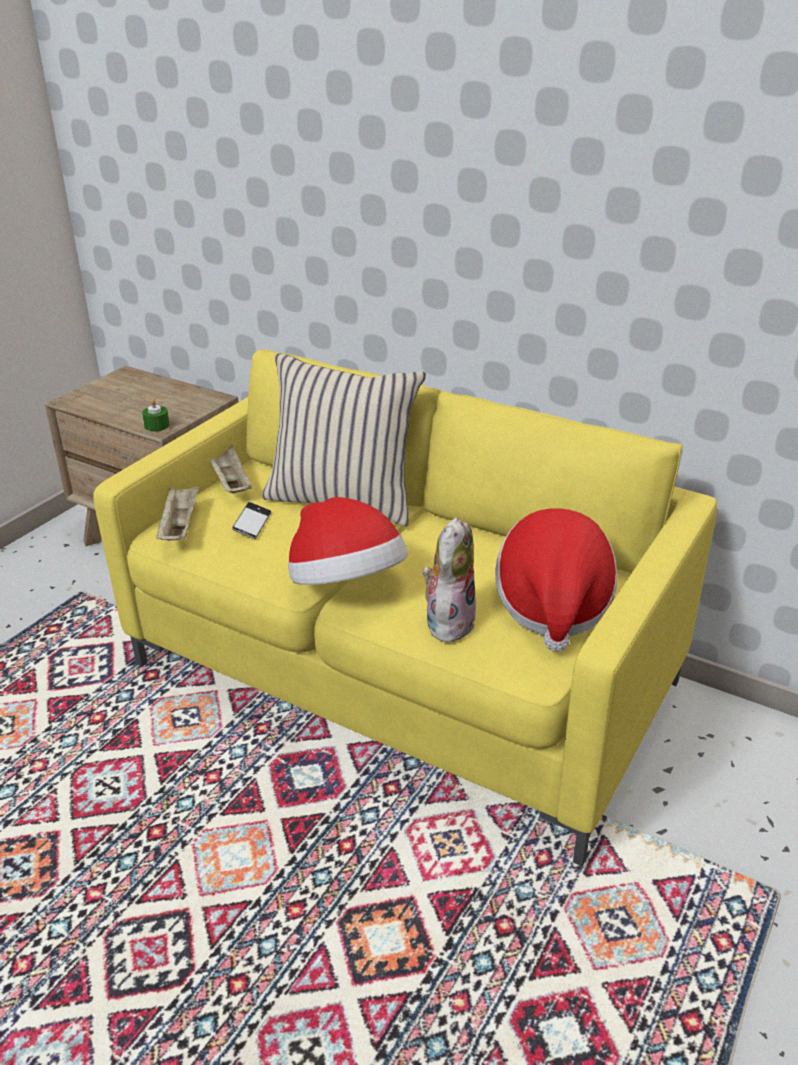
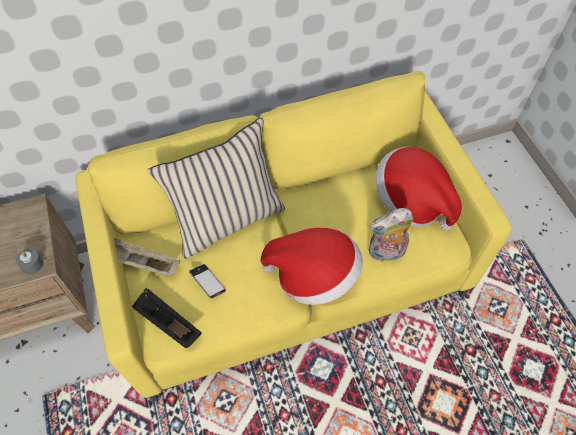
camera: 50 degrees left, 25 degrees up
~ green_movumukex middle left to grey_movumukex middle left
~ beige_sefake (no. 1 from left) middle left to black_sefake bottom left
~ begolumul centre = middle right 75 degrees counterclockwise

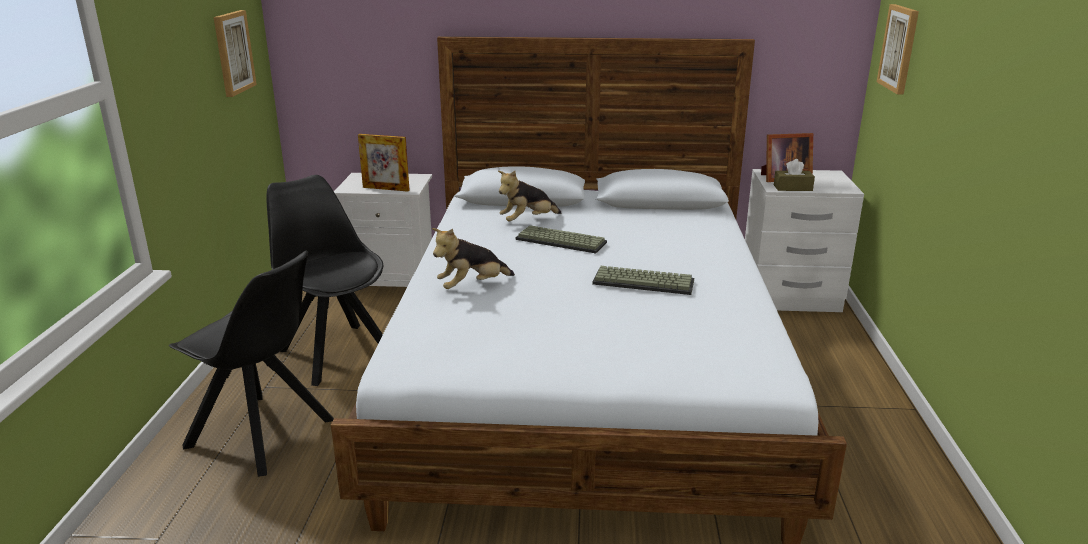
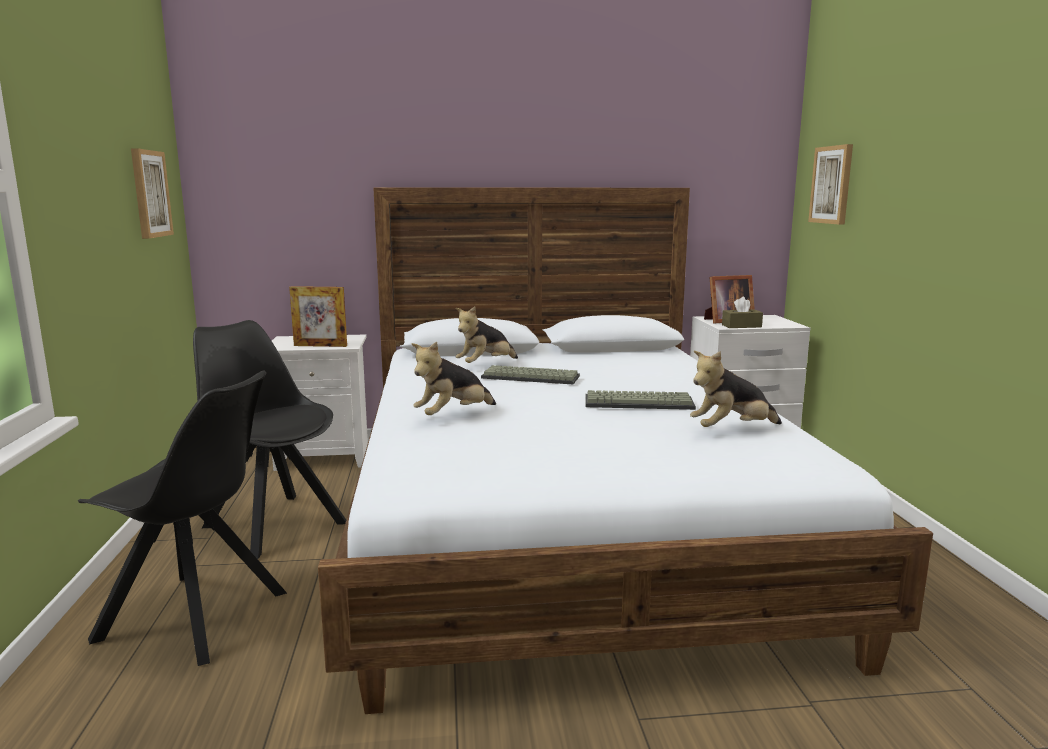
camera: 10 degrees left, 10 degrees down
+ begolumul (no. 3 from left) middle right

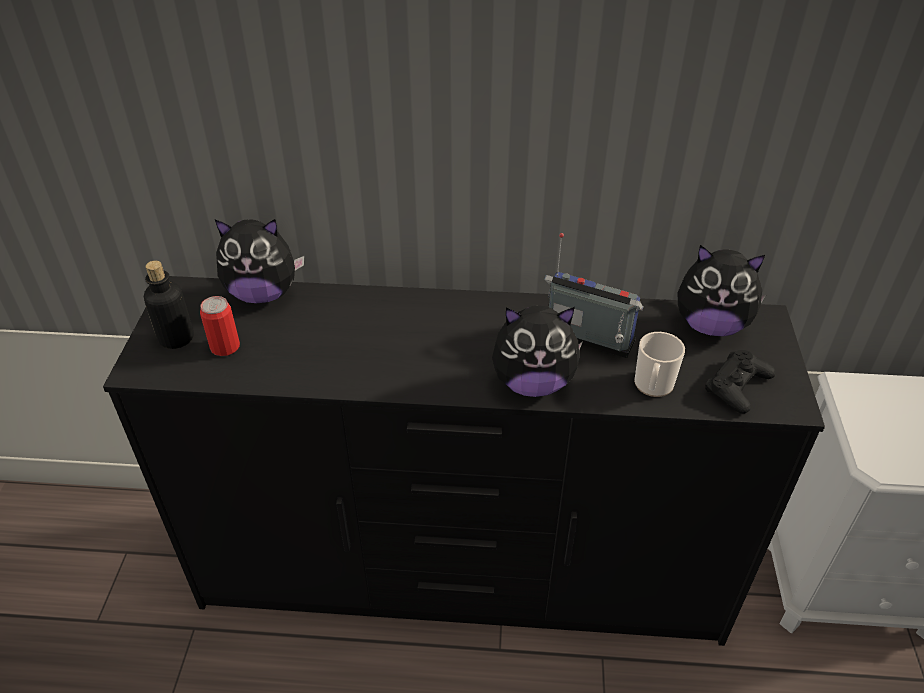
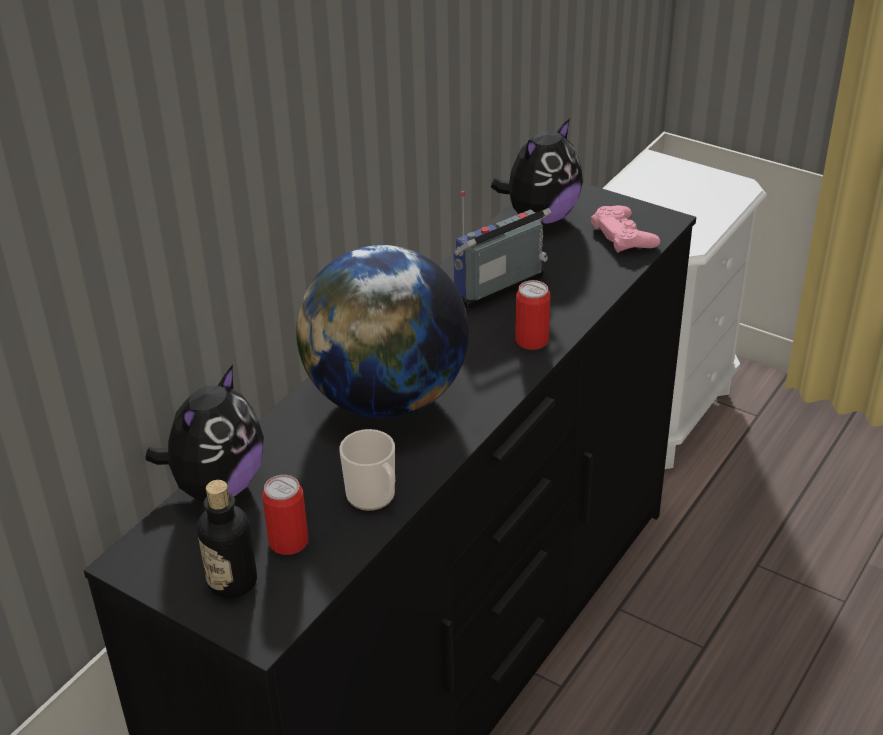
camera: 60 degrees left, 5 degrees down
+ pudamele centre
~ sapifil middle right to centre
~ begolumul (no. 2 from left) centre to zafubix (no. 2 from left) centre
~ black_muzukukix middle right to pink_muzukukix top right

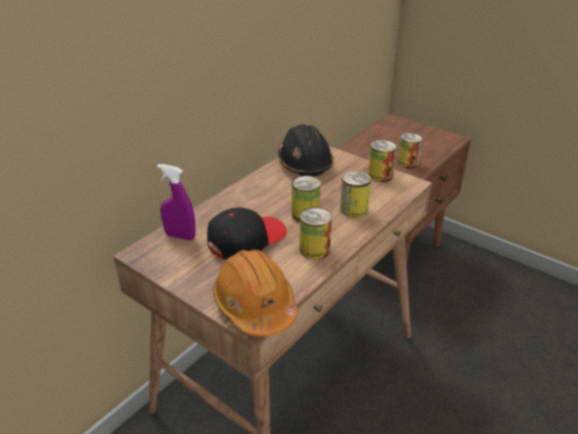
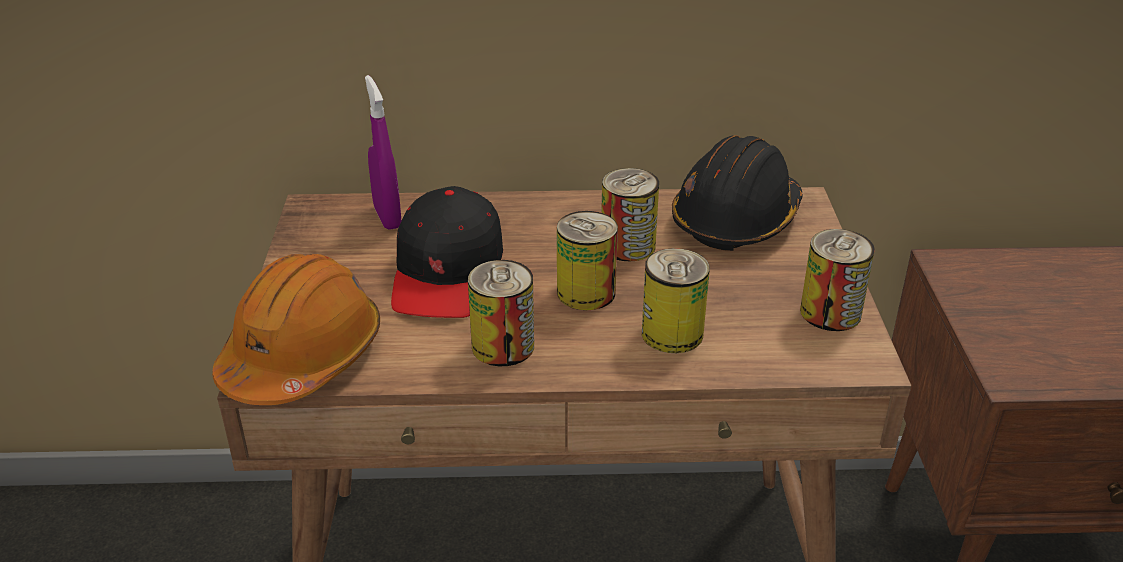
camera: 50 degrees right, 0 degrees up
~ zafubix (no. 5 from left in the first image) middle right to zafubix (no. 3 from left) centre
~ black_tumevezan centre = centre 90 degrees clockwise

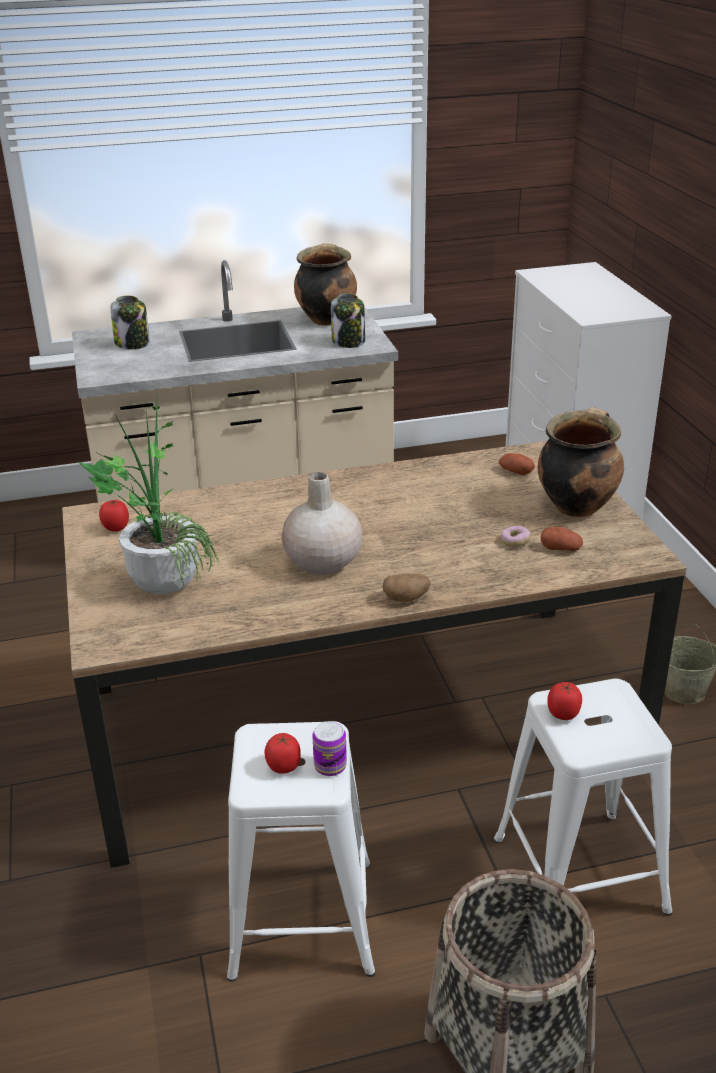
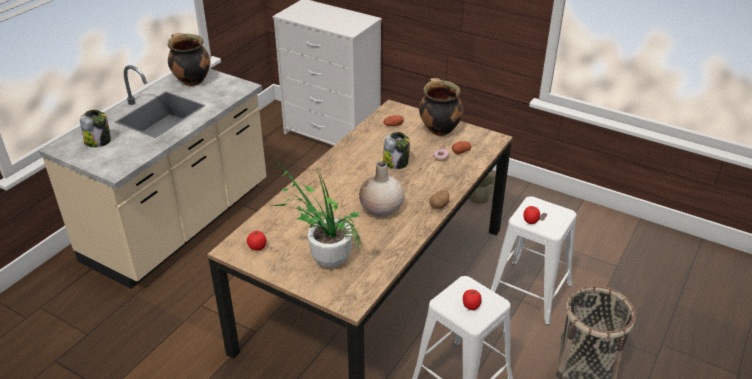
camera: 45 degrees left, 5 degrees up
- zafubix bottom centre
~ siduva (no. 2 from left) top centre to centre

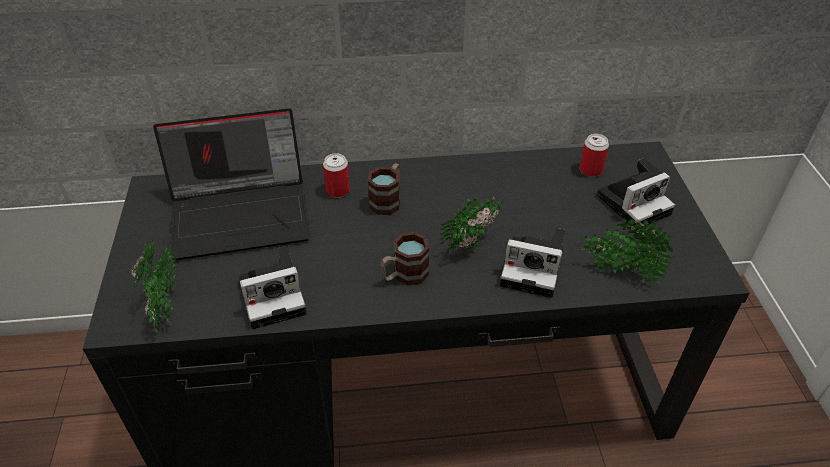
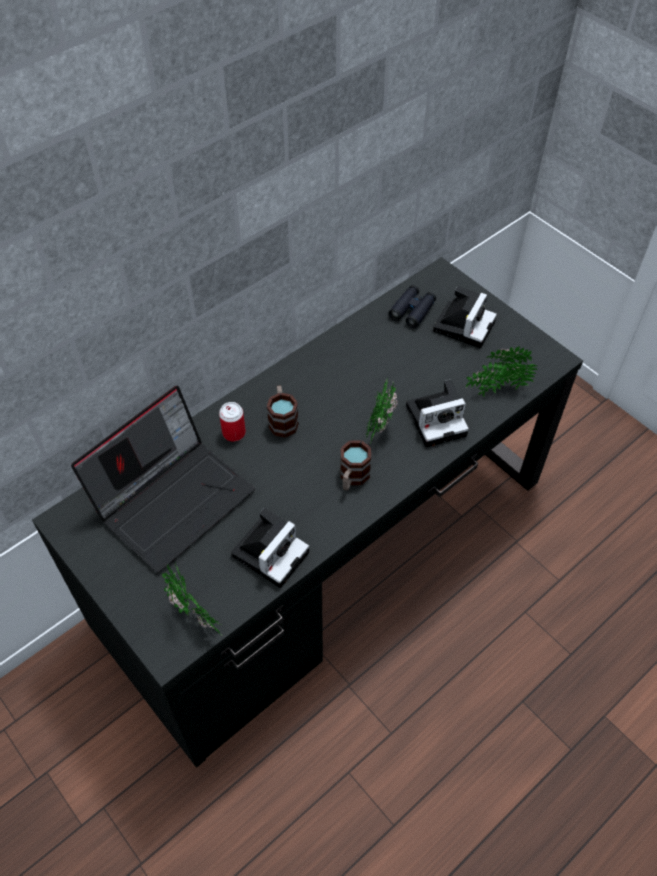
camera: 35 degrees left, 10 degrees up
~ zafubix (no. 2 from left) top right to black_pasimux centre

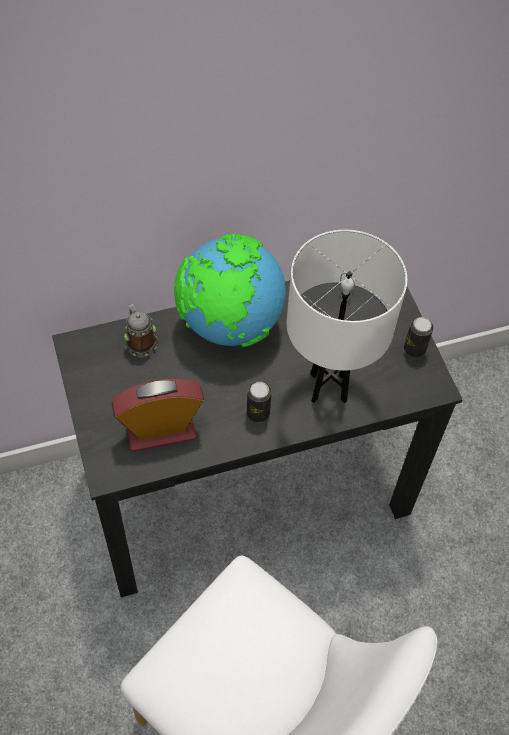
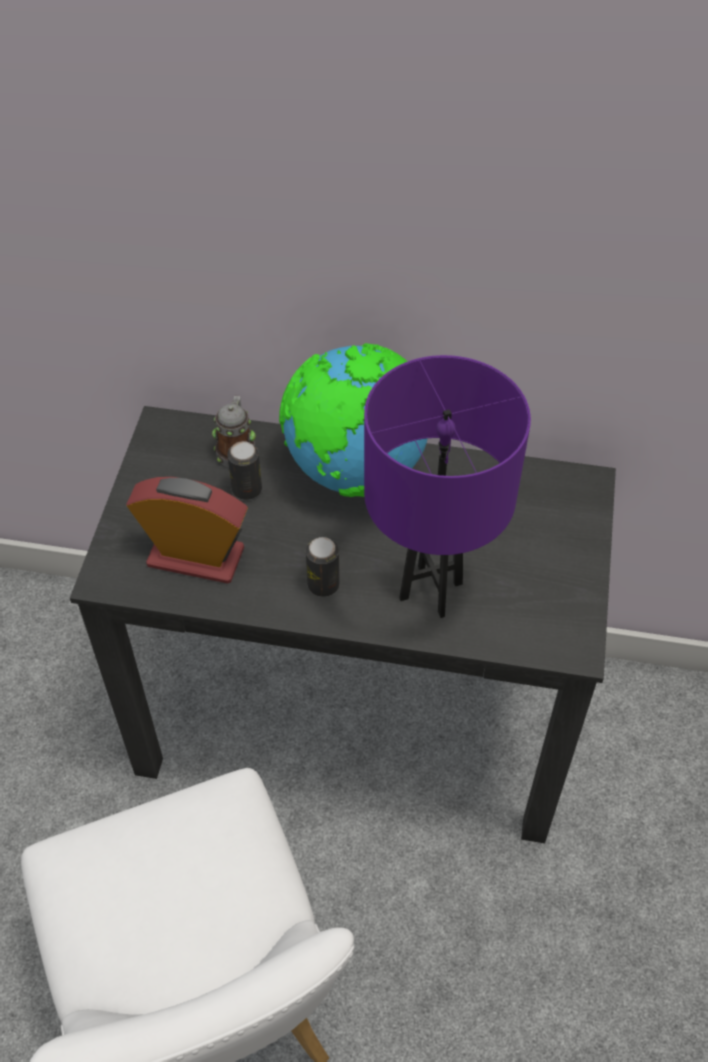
camera: 30 degrees right, 5 degrees down
~ zafubix (no. 2 from left in the first image) middle right to zafubix (no. 1 from left) centre
~ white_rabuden middle right to purple_rabuden centre

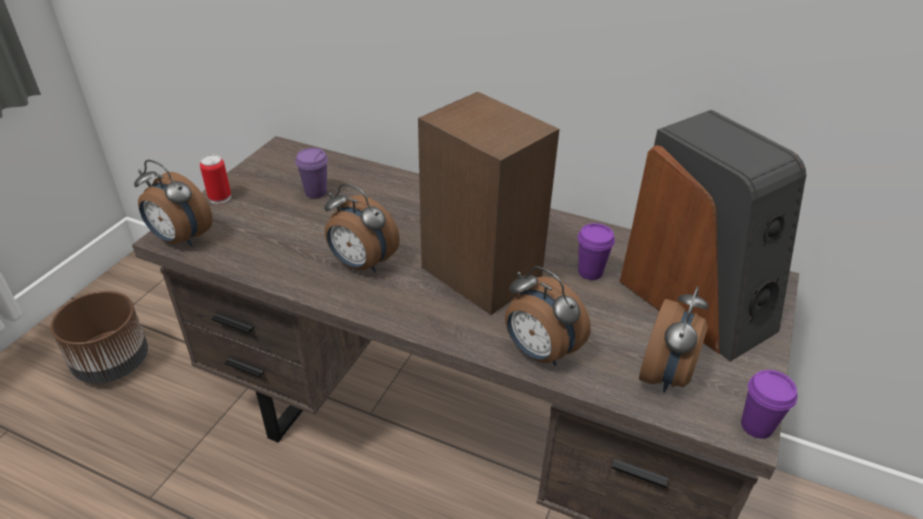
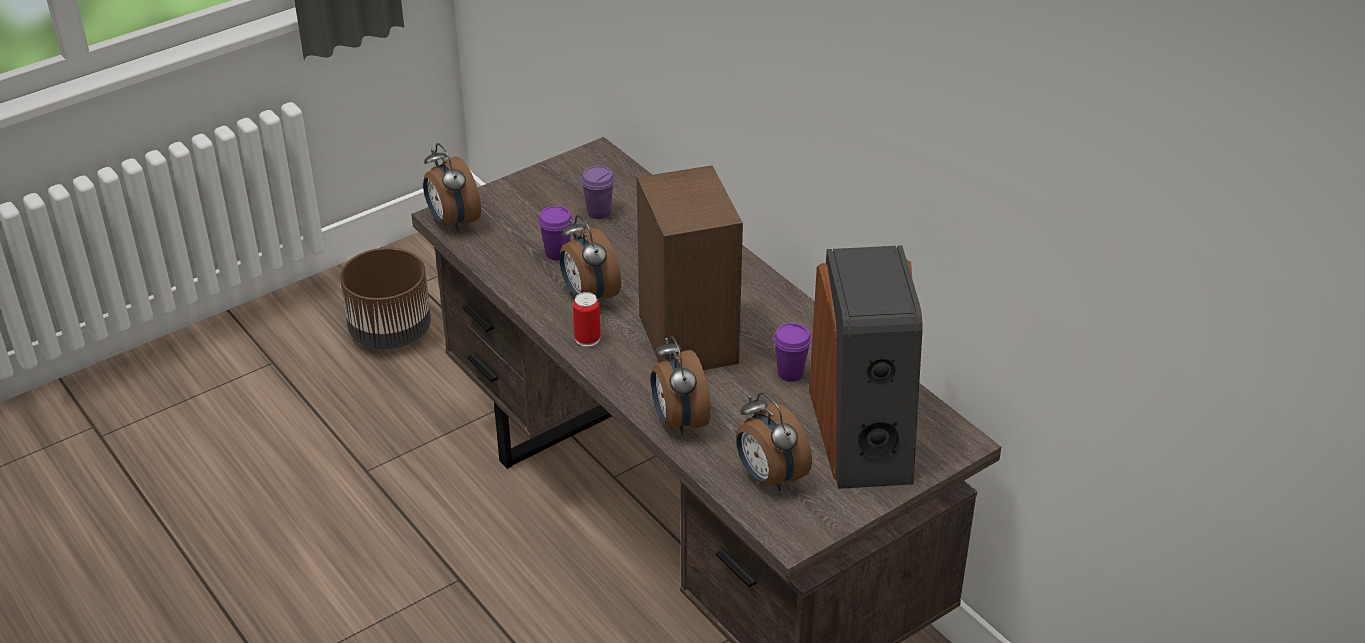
camera: 30 degrees right, 0 degrees up
~ zafubix middle left to centre
~ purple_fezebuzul (no. 3 from left in the first image) bottom right to purple_fezebuzul (no. 1 from left) centre
~ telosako (no. 4 from left) middle right = bottom centre 90 degrees clockwise

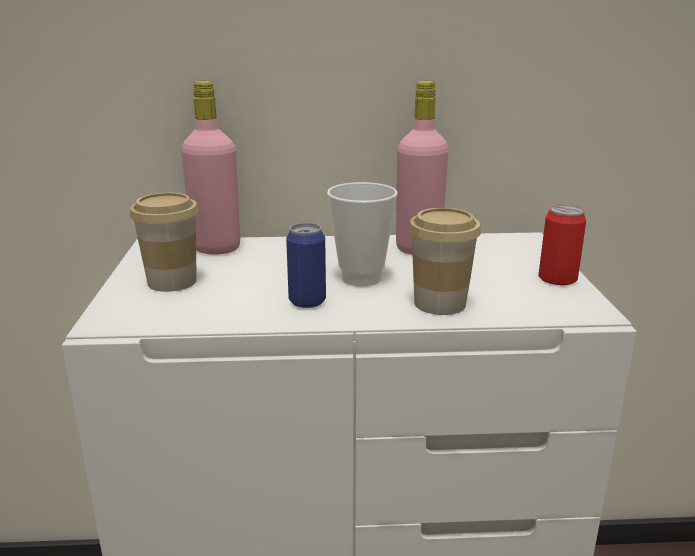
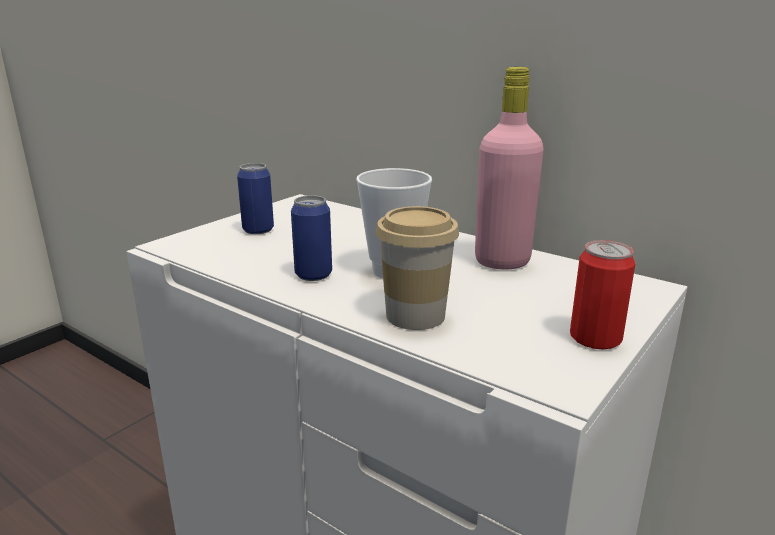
camera: 40 degrees right, 0 degrees up
- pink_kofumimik (no. 1 from left) top left
~ fezebuzul (no. 1 from left) middle left to zafubix (no. 1 from left) middle left

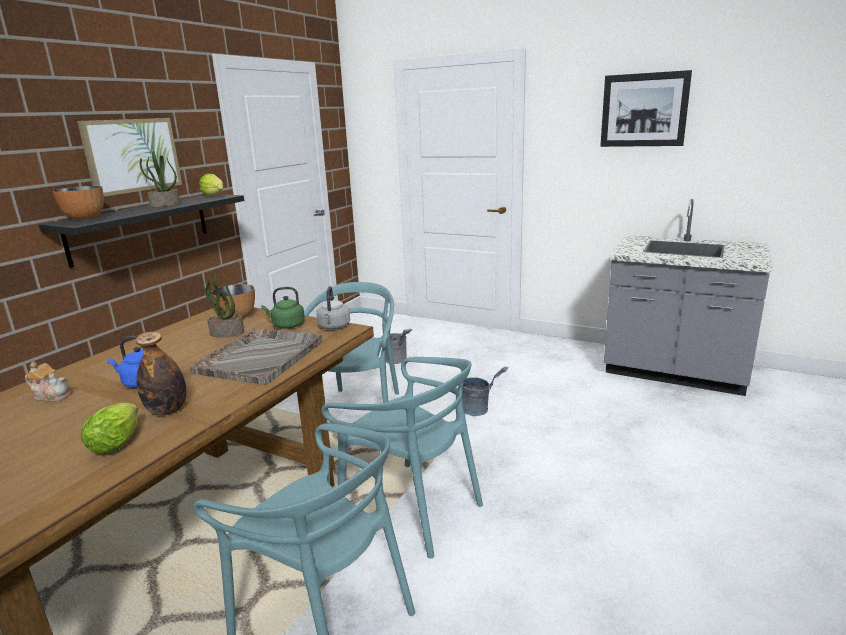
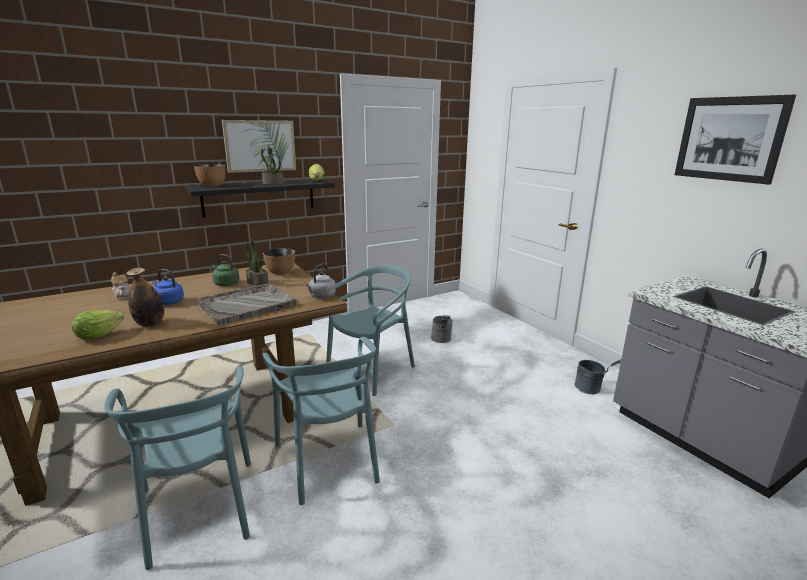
camera: 30 degrees right, 0 degrees up
~ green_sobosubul centre to middle left
~ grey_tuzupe (no. 2 from left) centre to middle right

